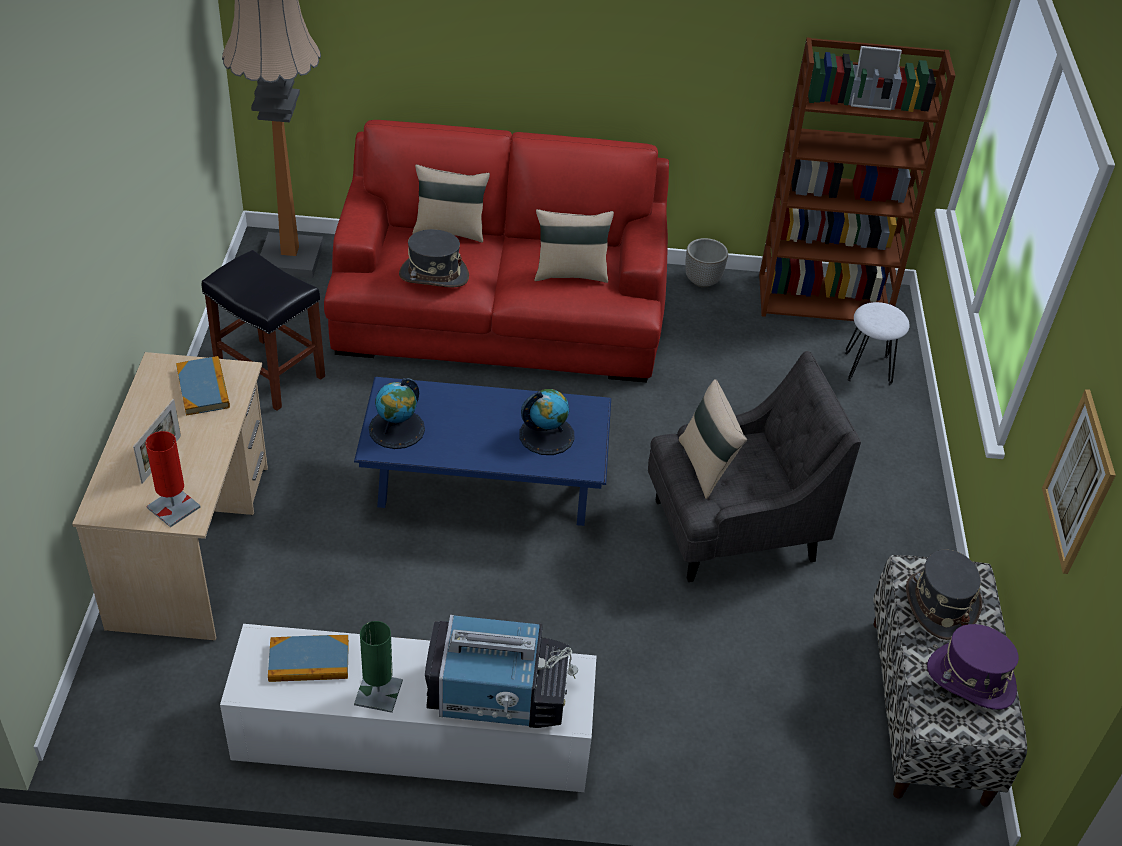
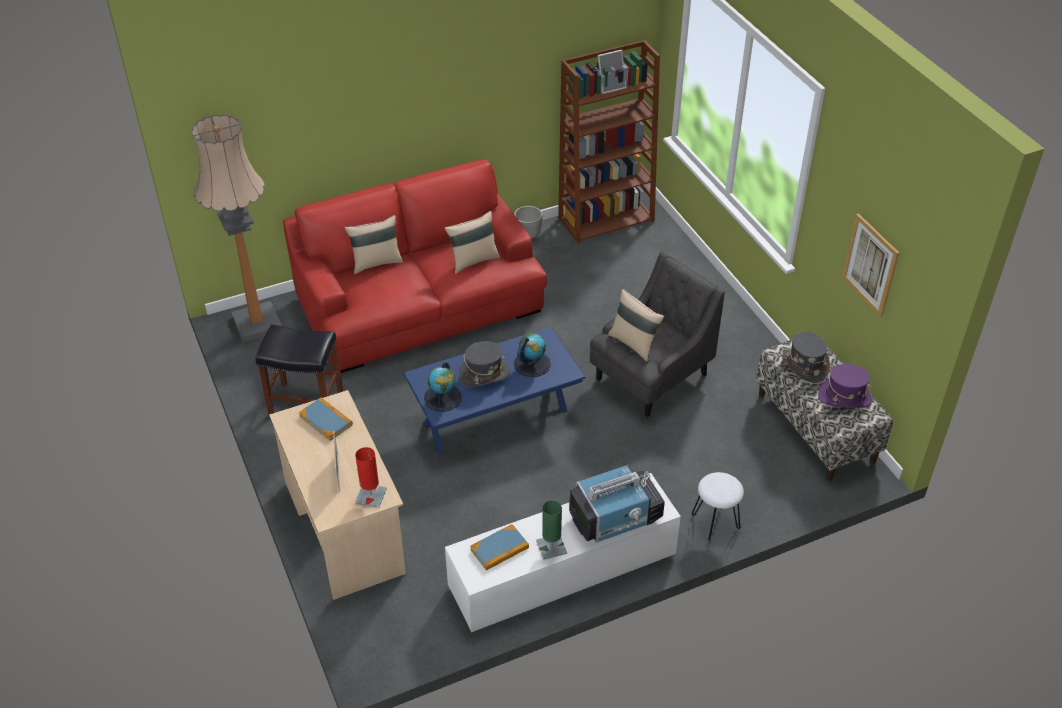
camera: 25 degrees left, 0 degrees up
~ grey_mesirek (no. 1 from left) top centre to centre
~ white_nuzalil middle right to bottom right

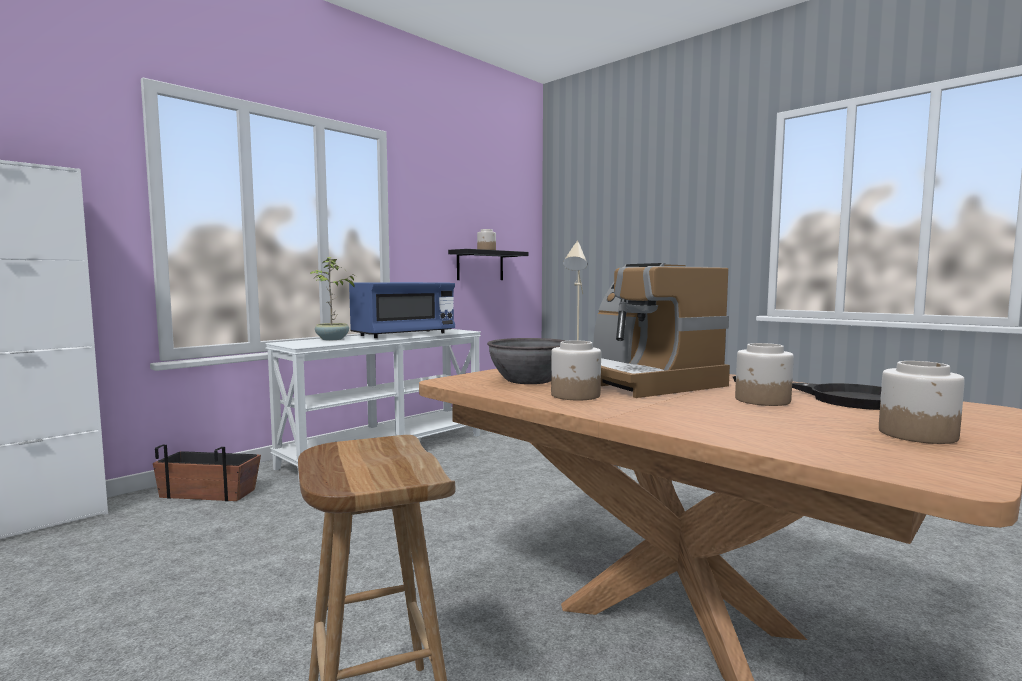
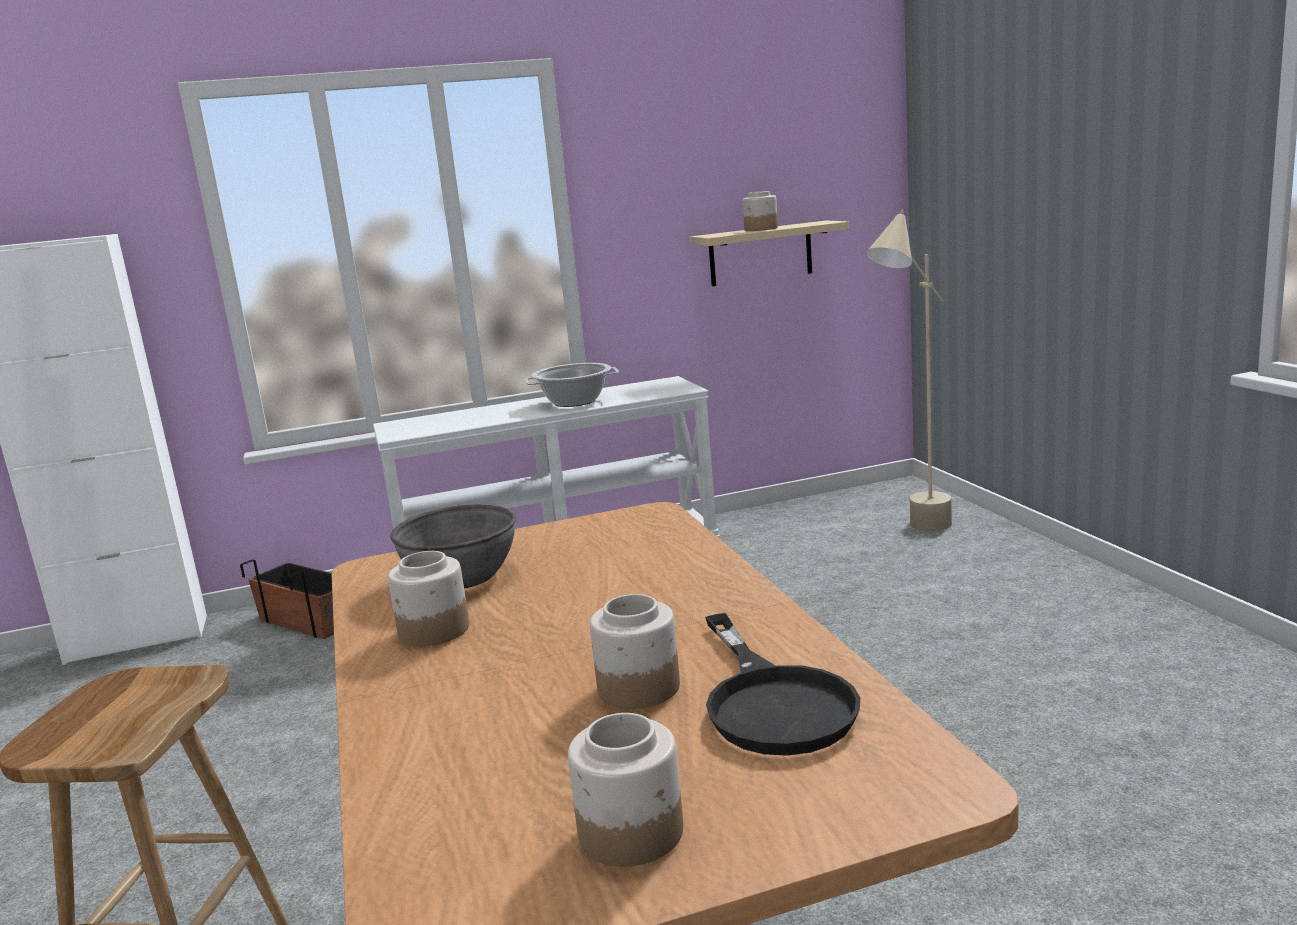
camera: 30 degrees right, 10 degrees up
- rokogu middle left
- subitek centre
~ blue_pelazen centre to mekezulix centre
~ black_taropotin centre to beige_taropotin top centre

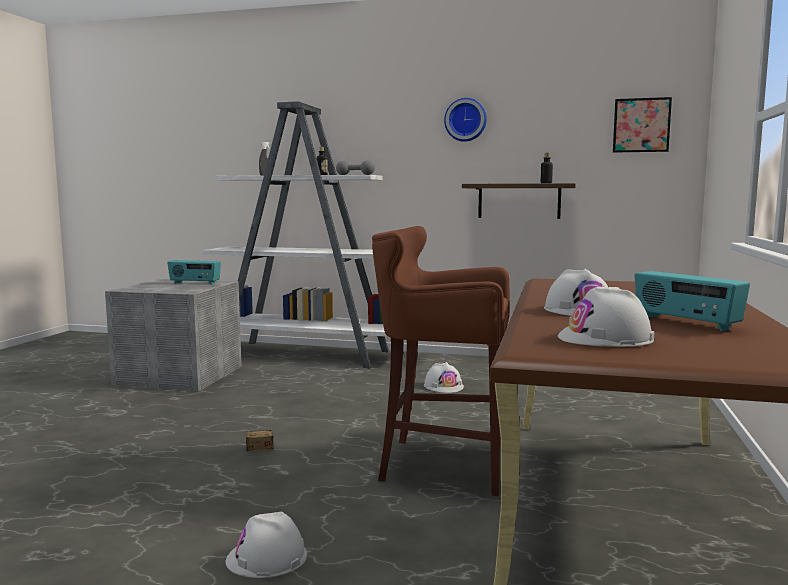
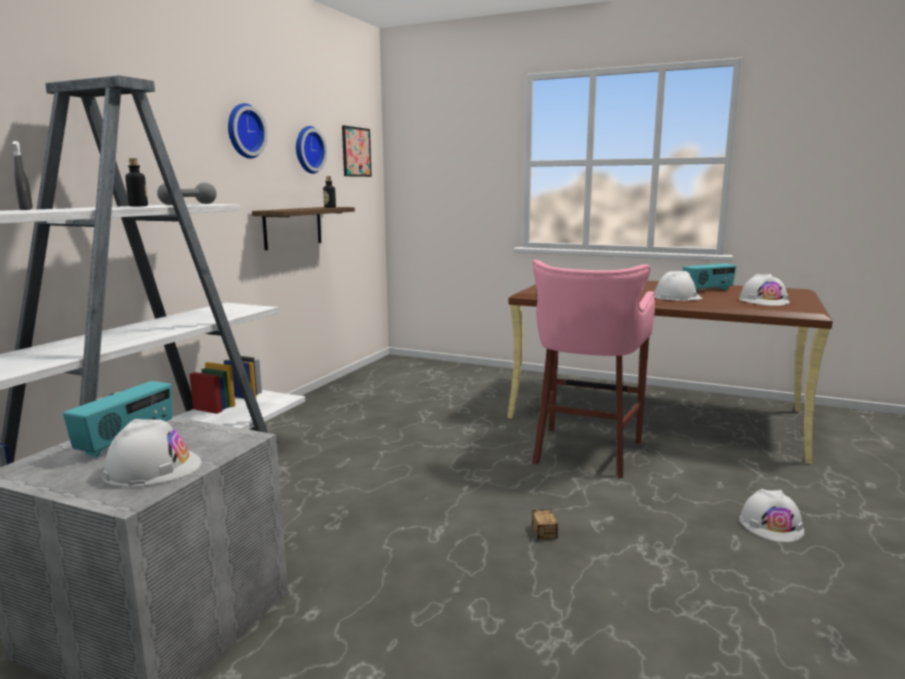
camera: 80 degrees left, 5 degrees up
+ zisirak (no. 2 from left) top centre
~ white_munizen (no. 2 from left in the first image) centre to white_munizen (no. 1 from left) bottom left
~ brown_nuzalil centre to pink_nuzalil centre

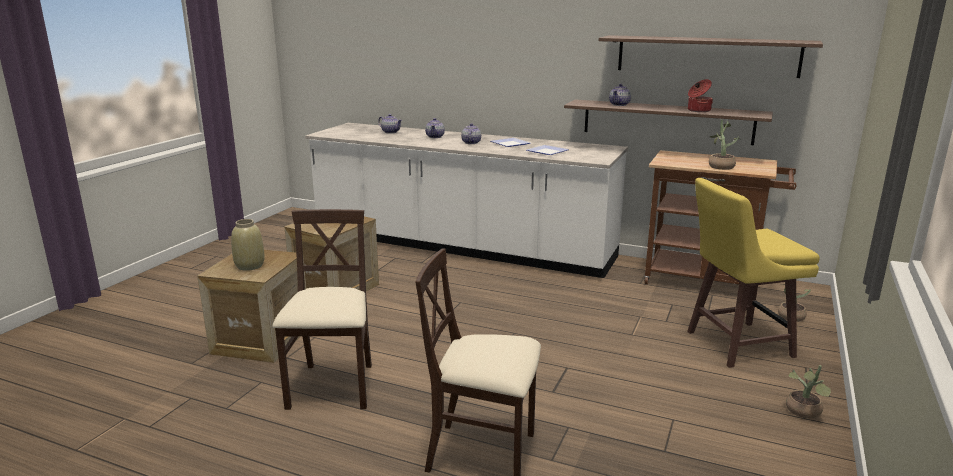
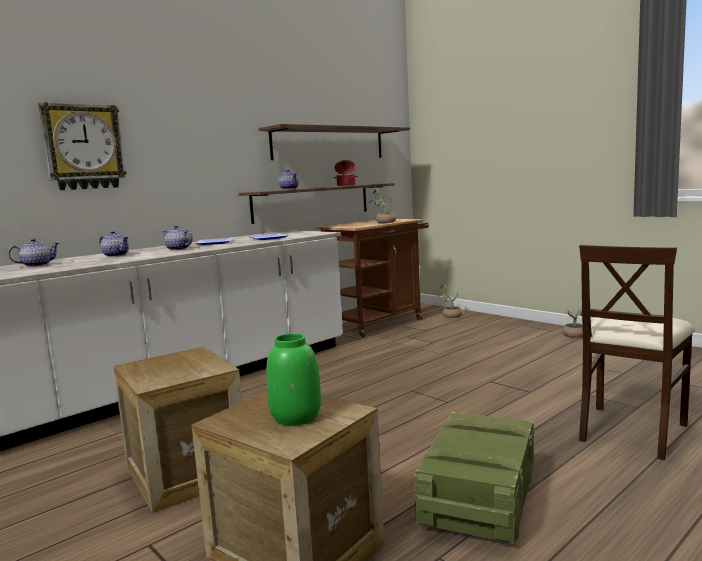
camera: 65 degrees left, 10 degrees down
- yellow_nuzalil middle right
+ zisirak top left
~ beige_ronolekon (no. 1 from left) centre to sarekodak (no. 3 from left) bottom right
~ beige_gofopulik middle left to green_gofopulik bottom centre

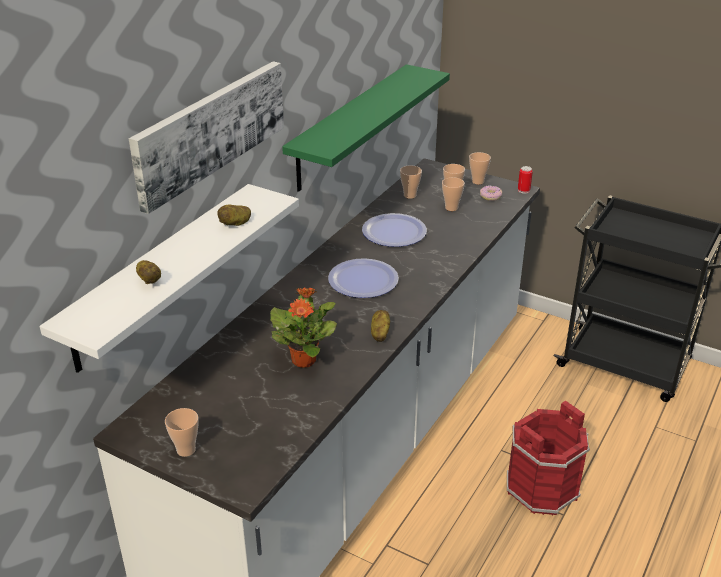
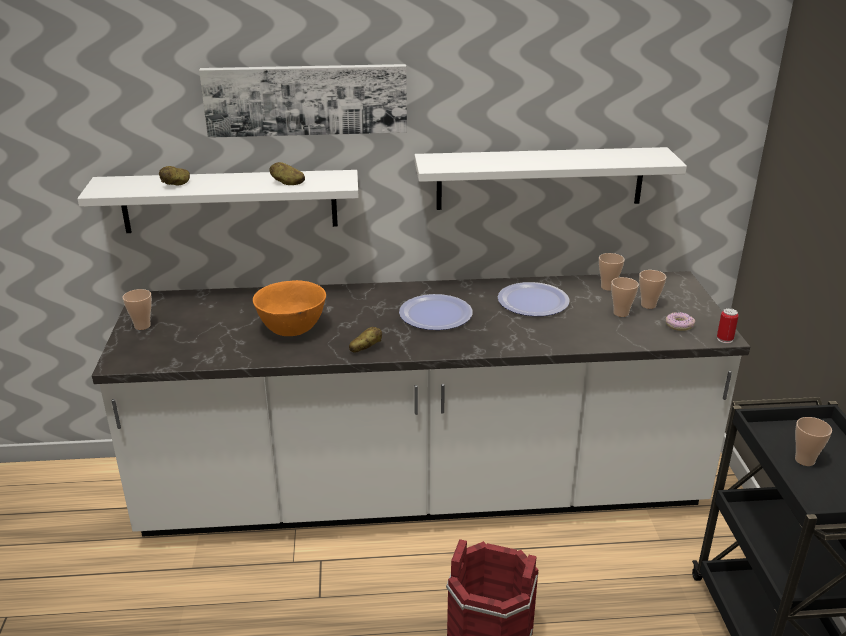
camera: 55 degrees right, 5 degrees down
~ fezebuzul (no. 5 from left) top centre to bottom right
~ rokogu centre to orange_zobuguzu centre
~ green_taropotin top centre to white_taropotin (no. 2 from left) top centre

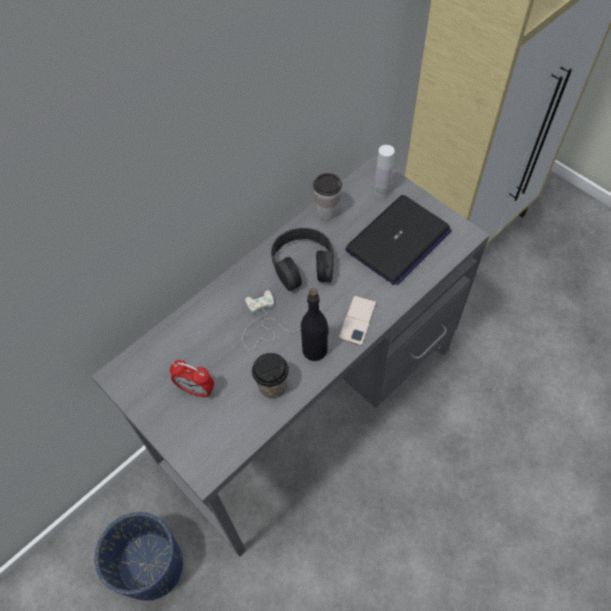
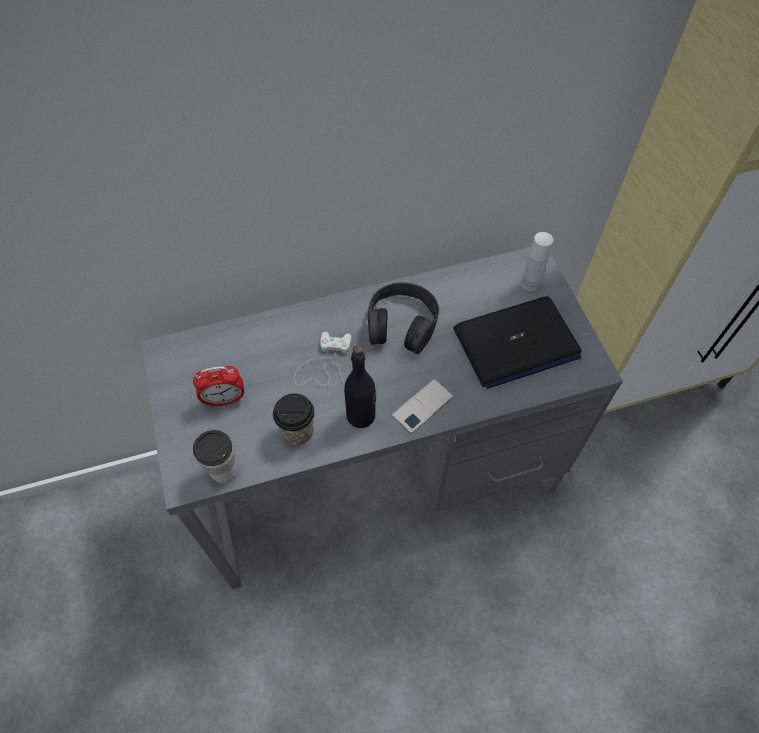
camera: 25 degrees right, 0 degrees up
- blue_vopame bottom left
~ fezebuzul (no. 2 from left in the first image) top centre to fezebuzul (no. 1 from left) middle left
~ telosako middle left = middle left 60 degrees counterclockwise

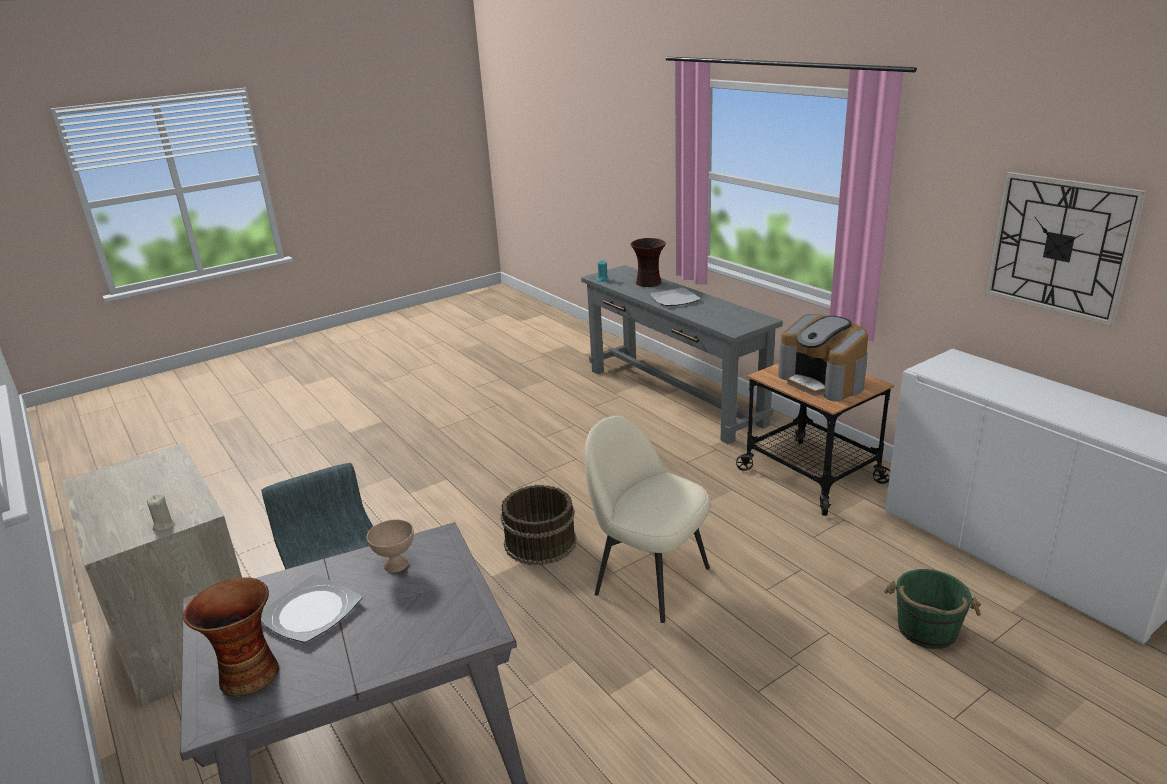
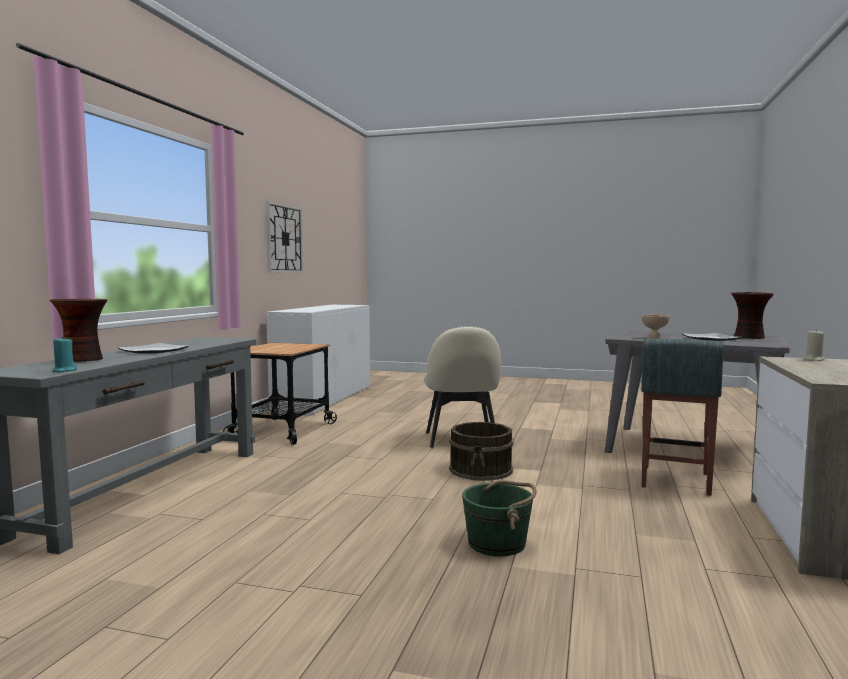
camera: 130 degrees left, 20 degrees down
- subitek middle right
~ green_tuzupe bottom right to bottom centre

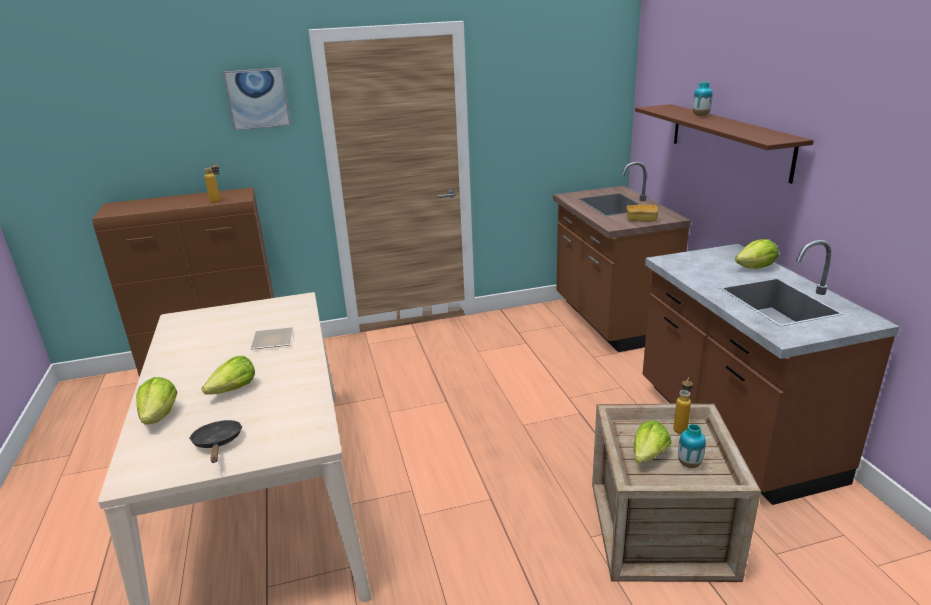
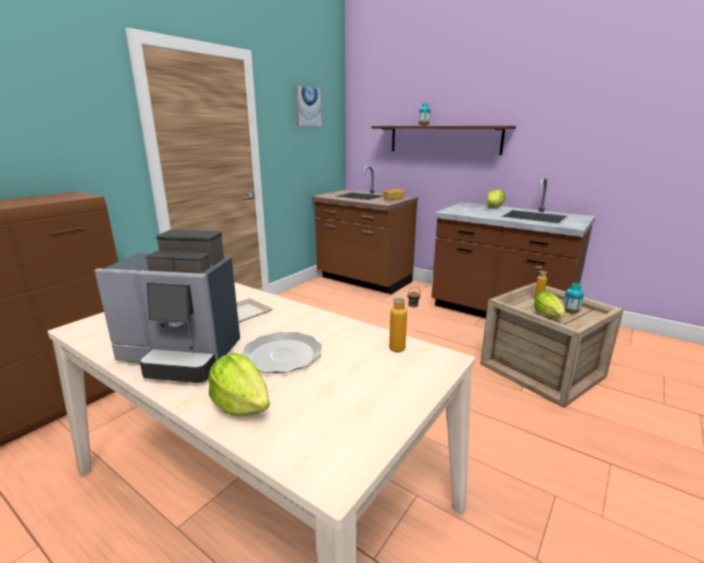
camera: 40 degrees left, 5 degrees down
- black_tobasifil bottom left
+ subitek middle left
~ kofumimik (no. 1 from left) top left to centre
~ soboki top left to top centre
~ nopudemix (no. 2 from left) middle left to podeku (no. 2 from left) centre

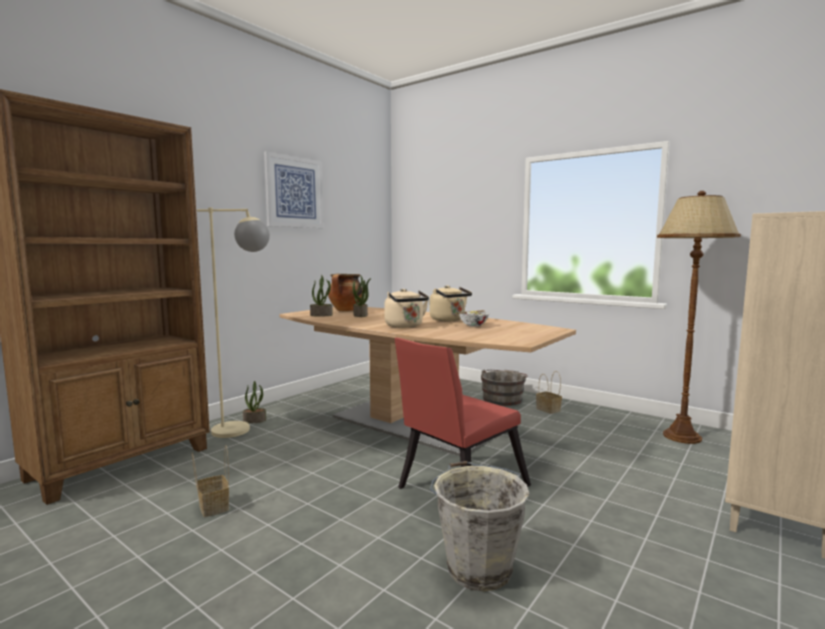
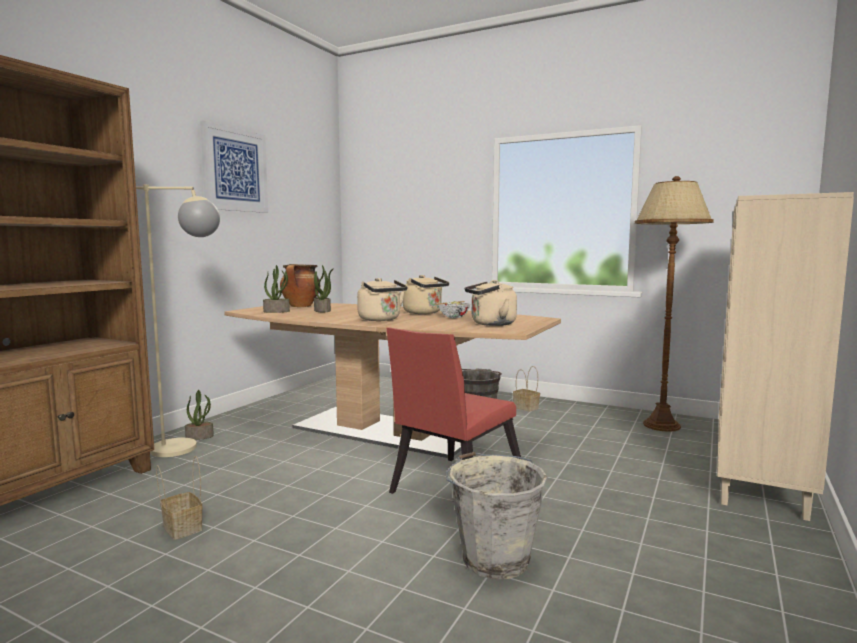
camera: 10 degrees left, 0 degrees up
+ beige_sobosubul (no. 3 from left) centre

